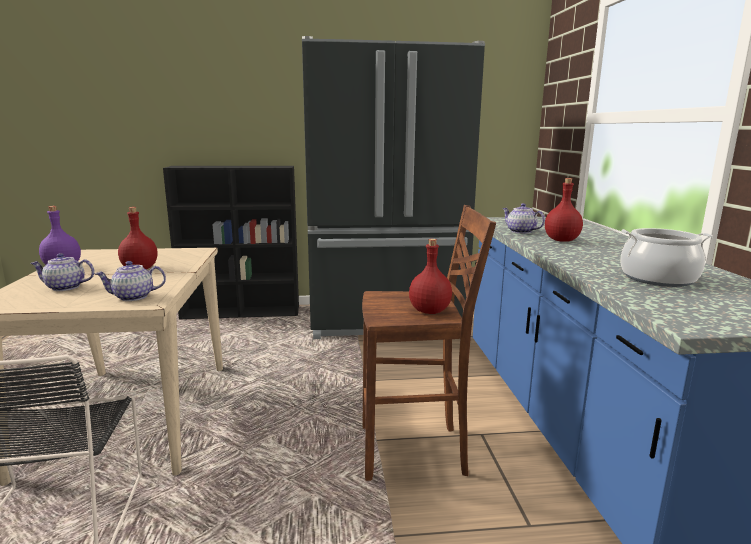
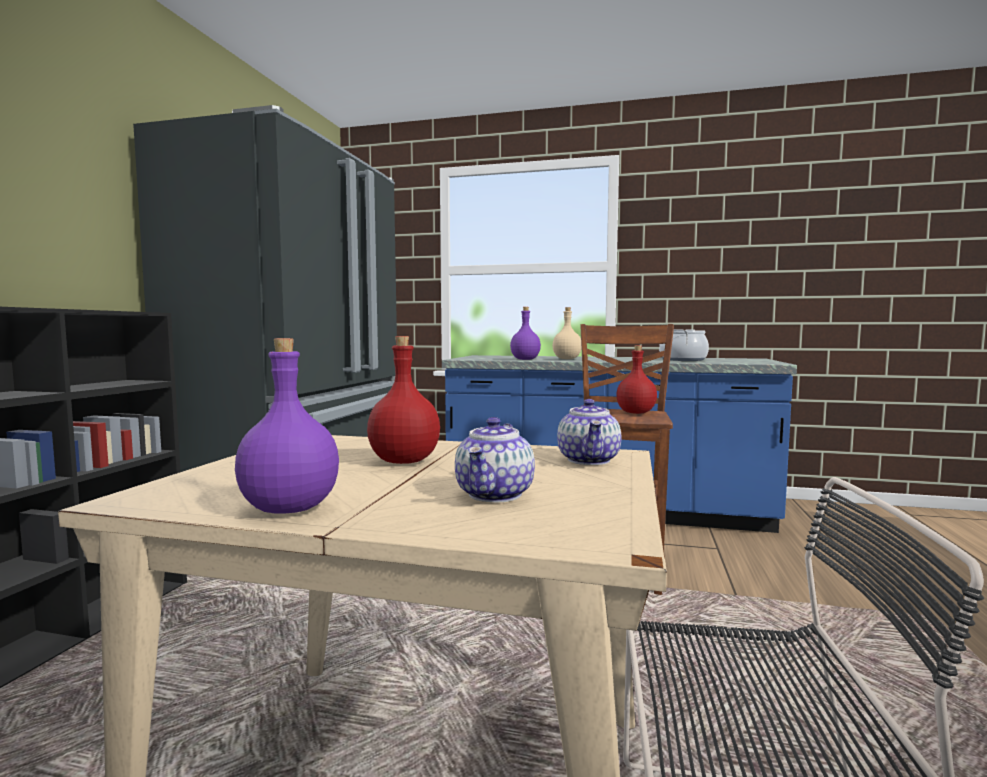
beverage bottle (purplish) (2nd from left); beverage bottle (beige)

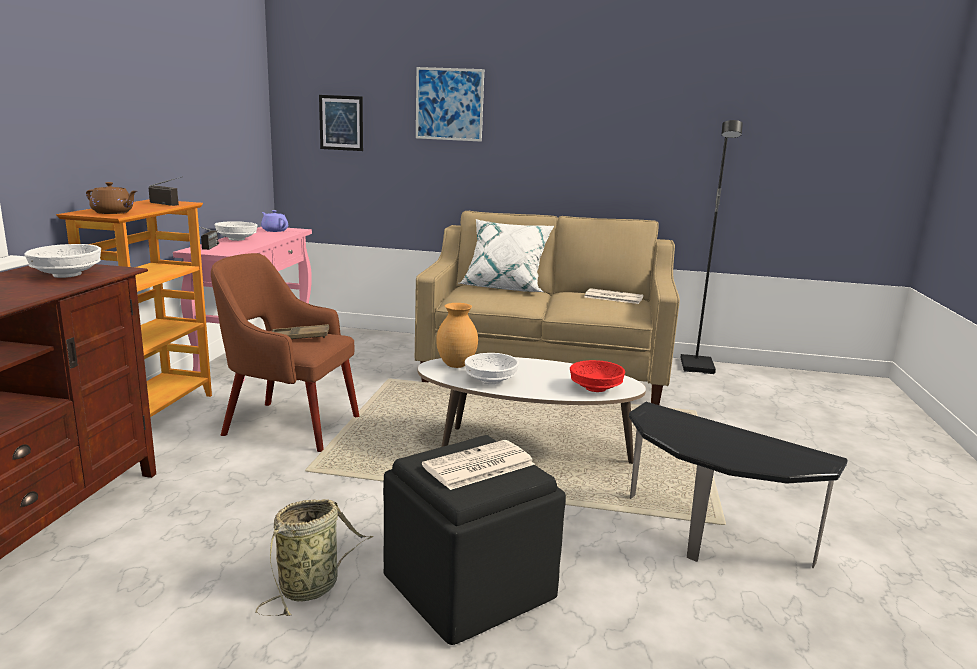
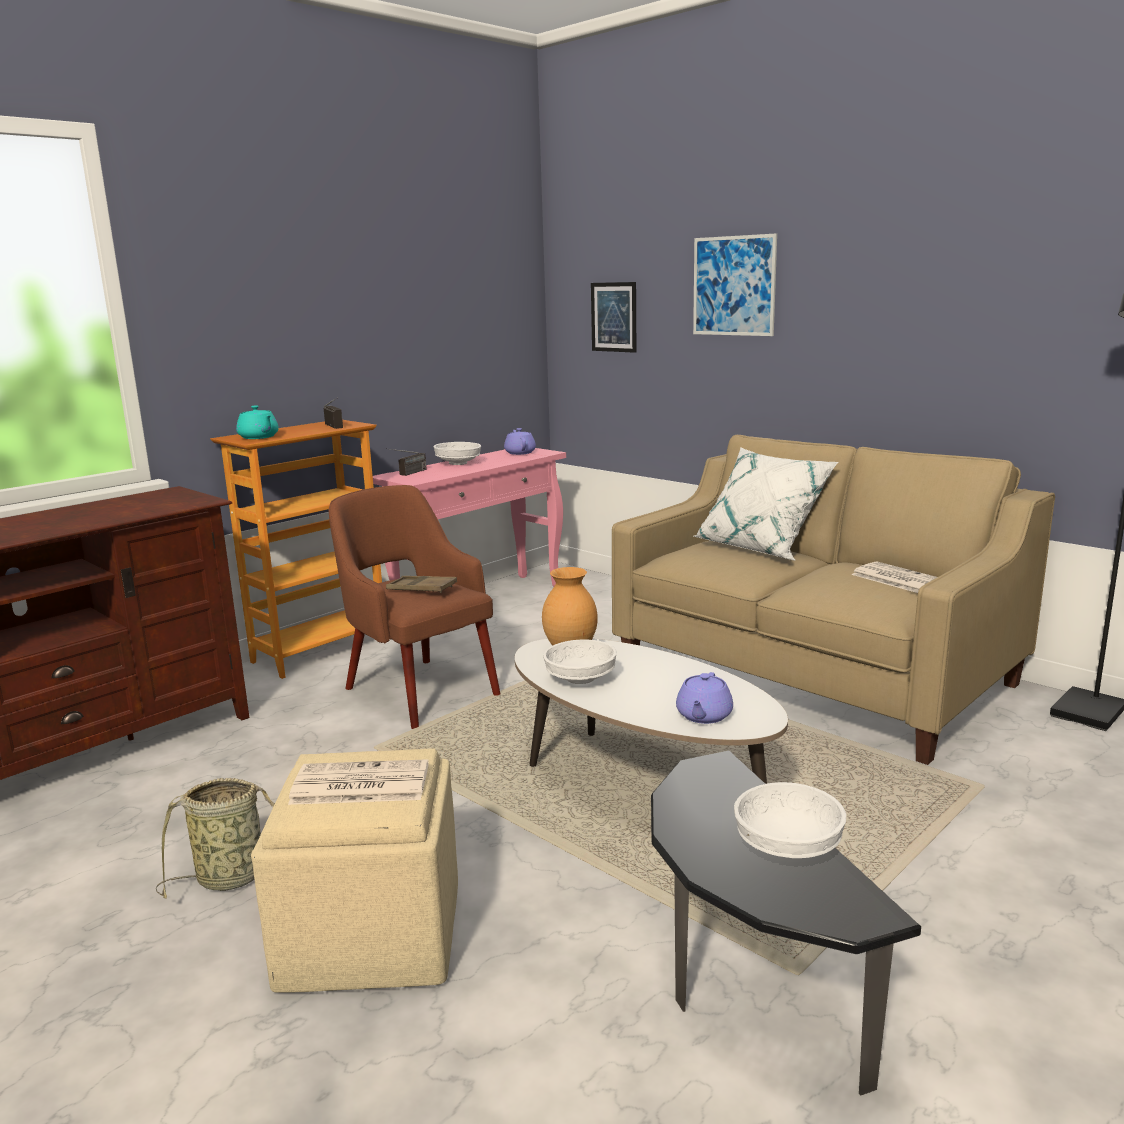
deep dish (white-coloured) (3rd from left); teapot (purplish) (2nd from left); teapot (turquoise); footrest (beige)

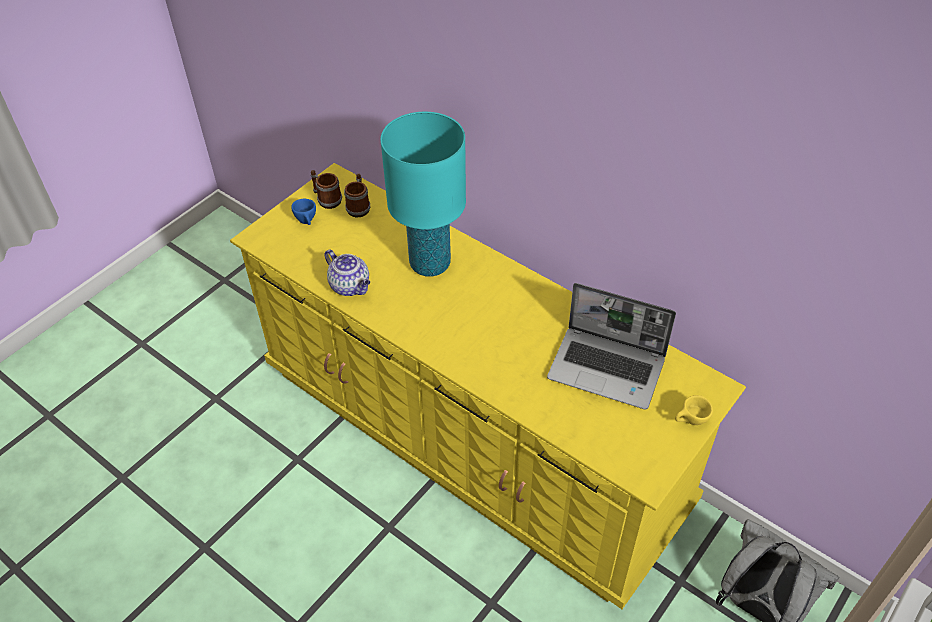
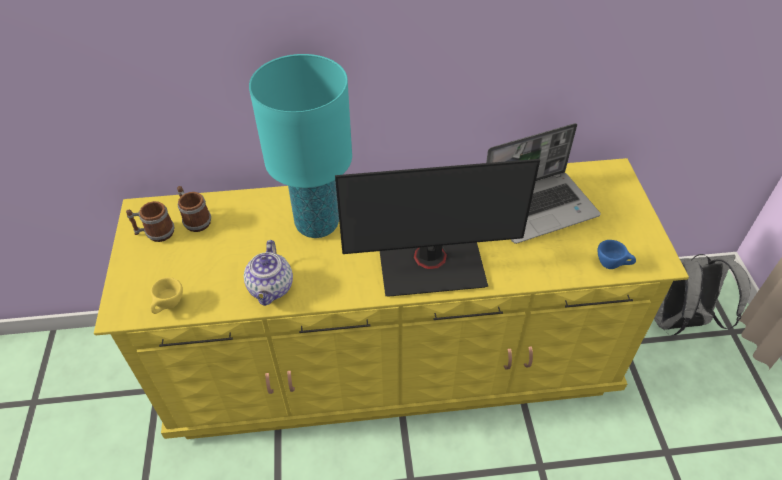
computer screen; small cup (blue-coloured); small cup (yellow-coloured); teapot

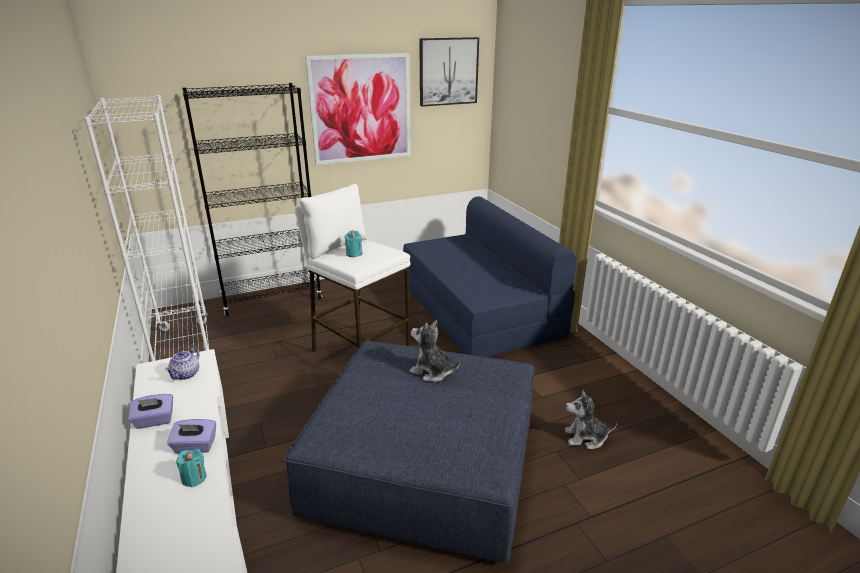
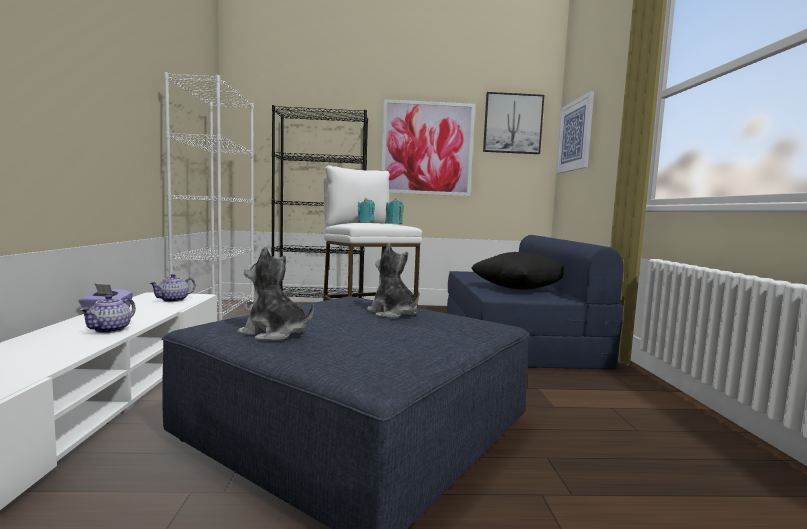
throw pillow (black); wall art (3rd from left); candle (turquoise) (2nd from left); plush toy (1st from left); teapot (1st from left)

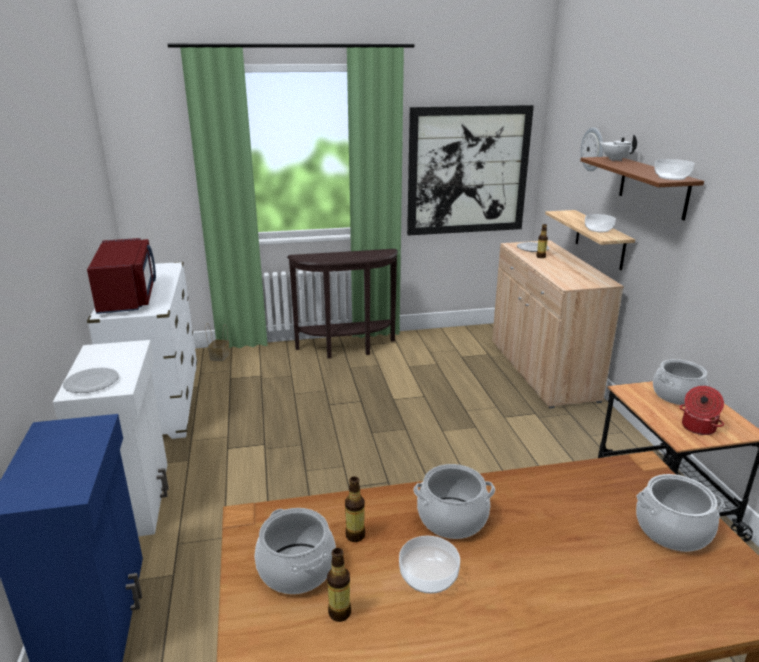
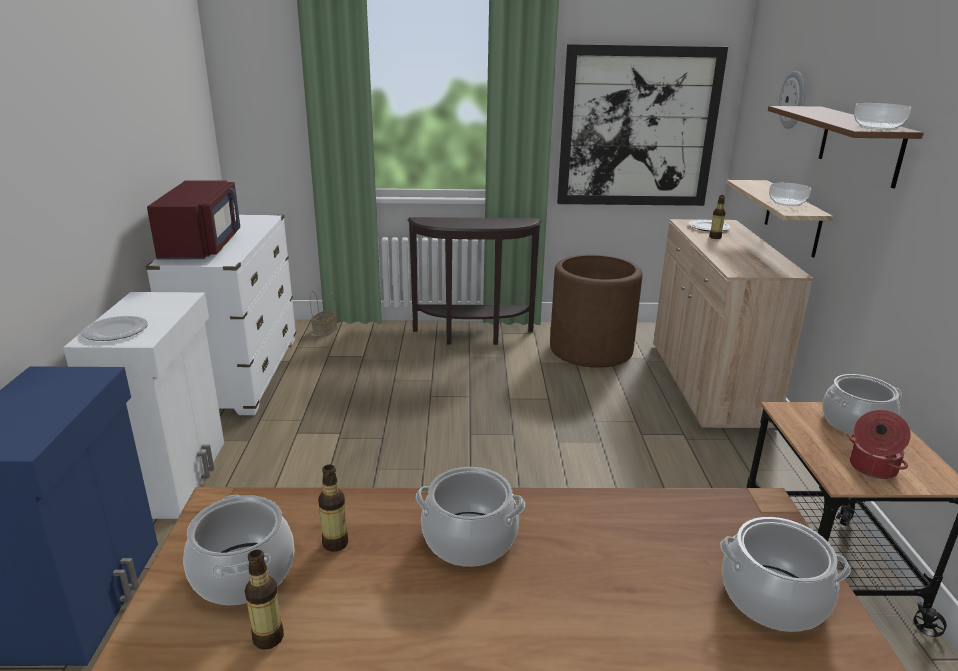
deep dish (1st from left in the first image); teapot (white-coloured); plant pot (brownish)

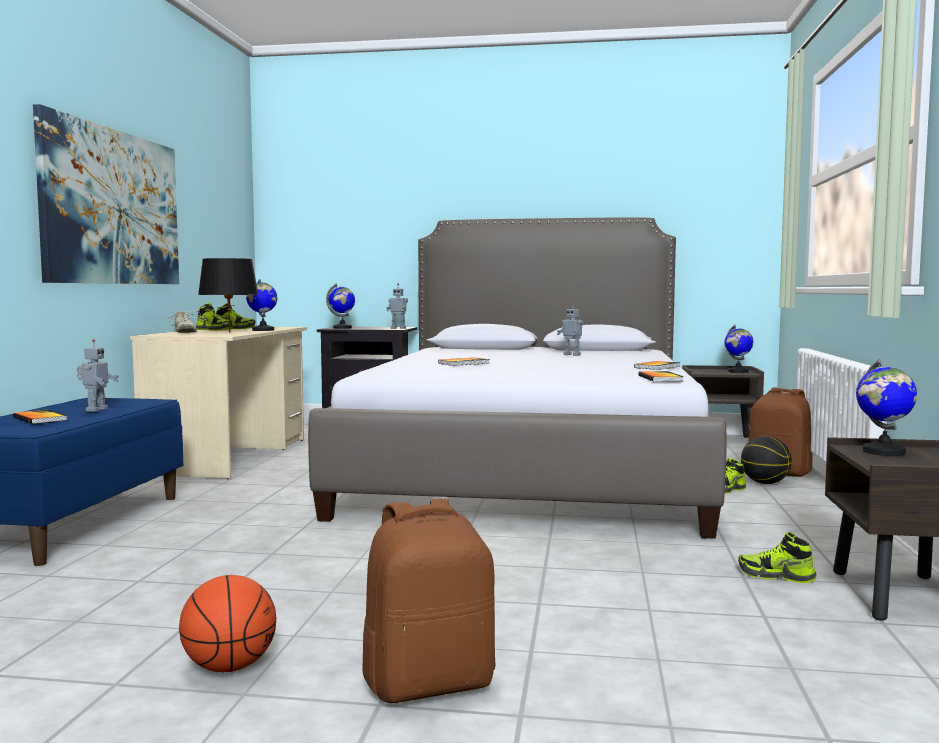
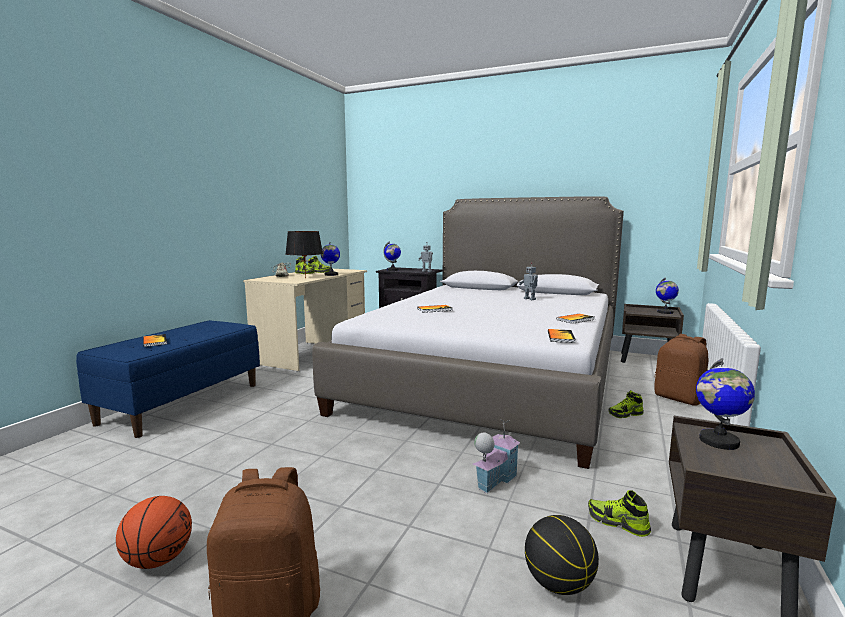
wall art; model robot (1st from left in the first image); toy house; basketball (2nd from left)

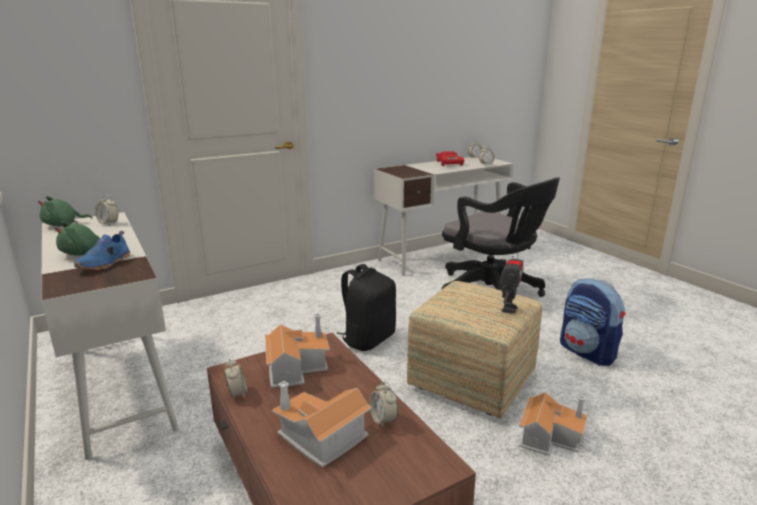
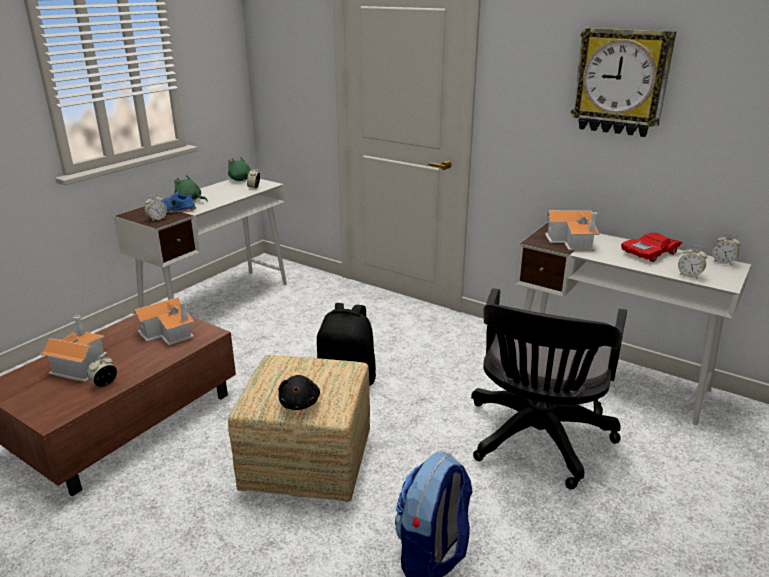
hanging clock; bedside clock (2nd from left); toy house (3rd from left); plush toy (black)

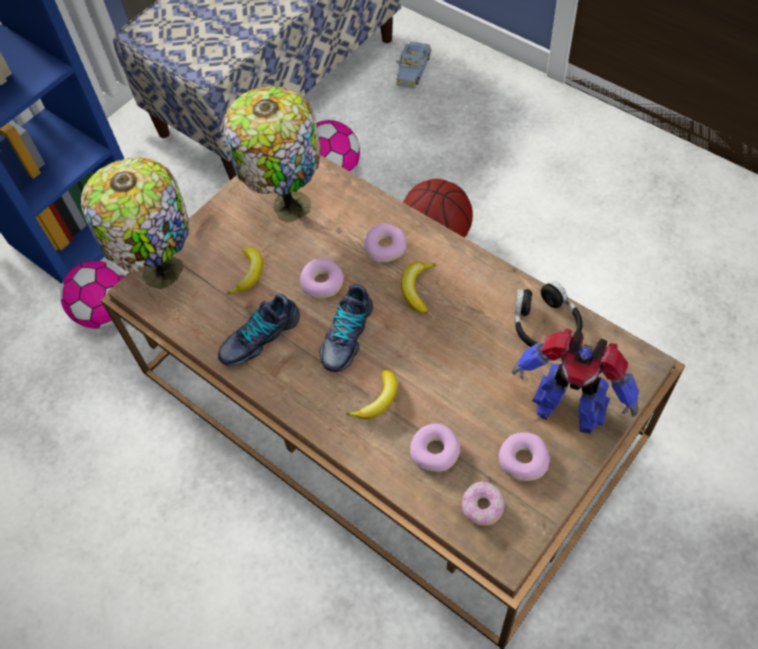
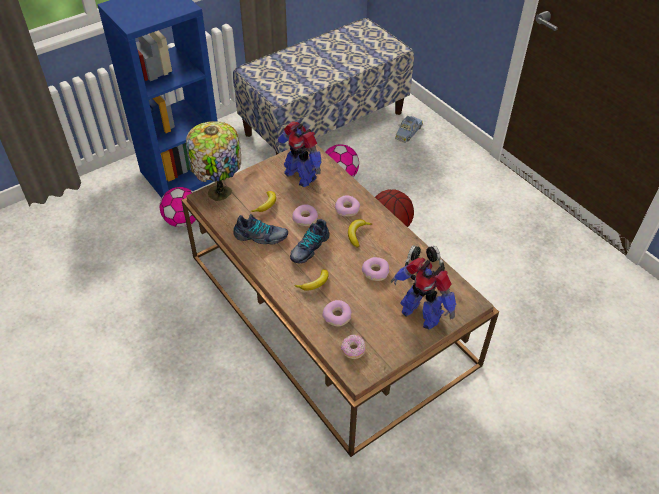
doughnut (5th from left); model robot (1st from left); item of footwear (1st from left)

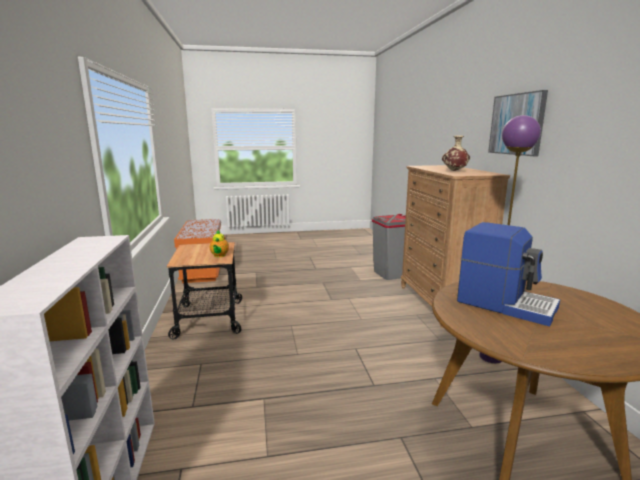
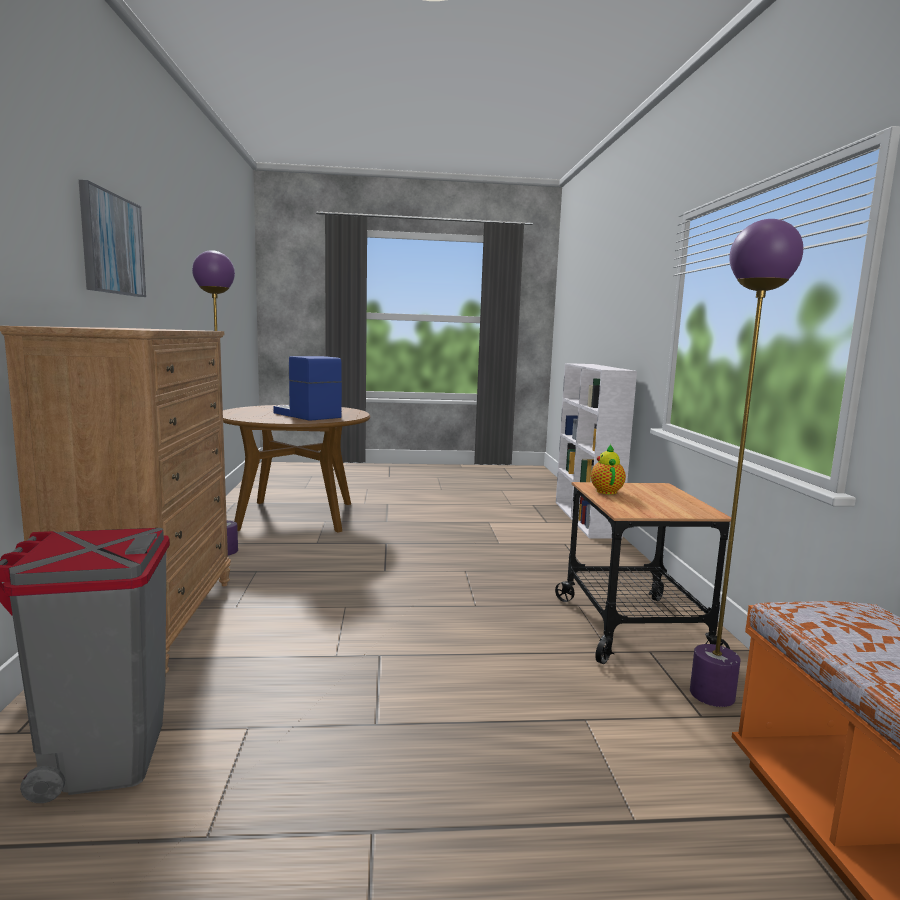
decorative vase (beige); standing lamp (purplish) (2nd from left)

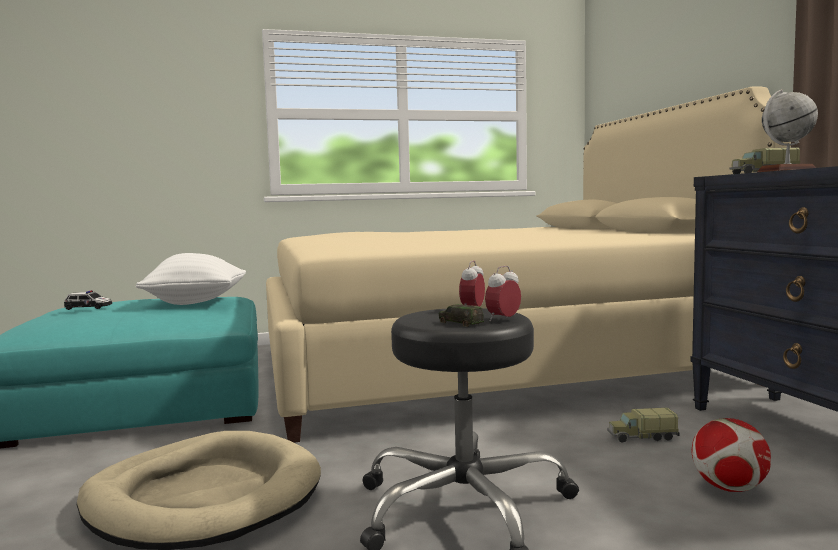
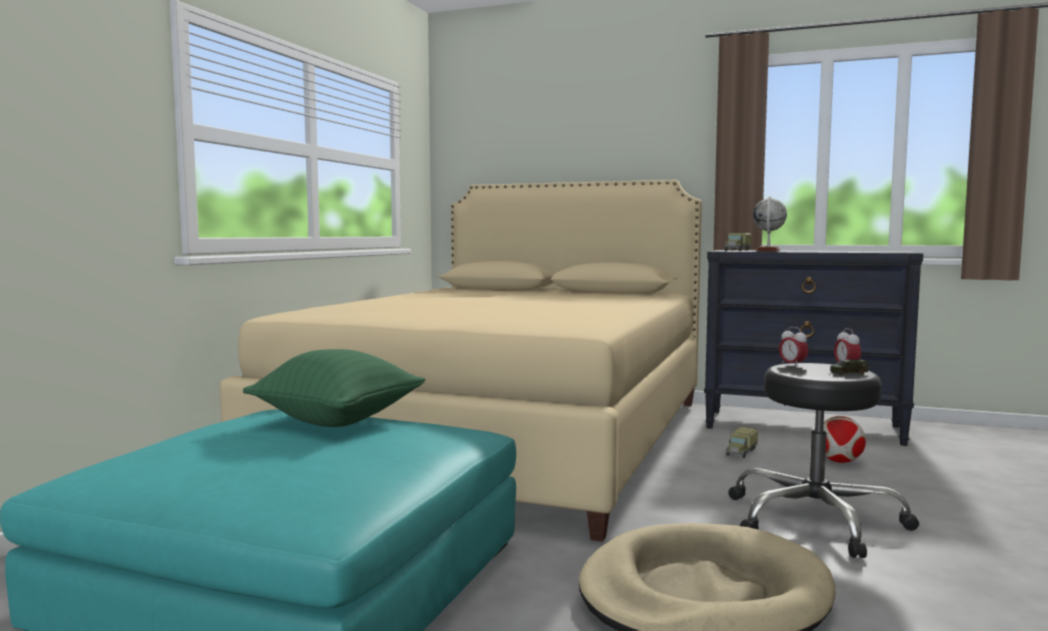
toy car (1st from left in the first image); throw pillow (greenish)

